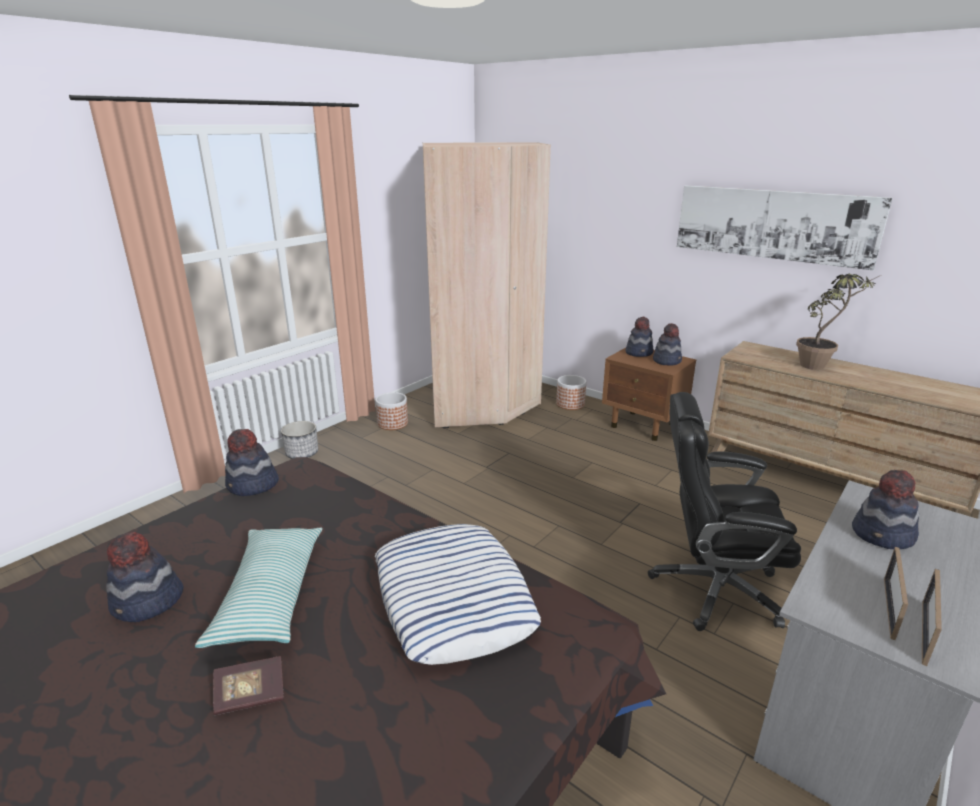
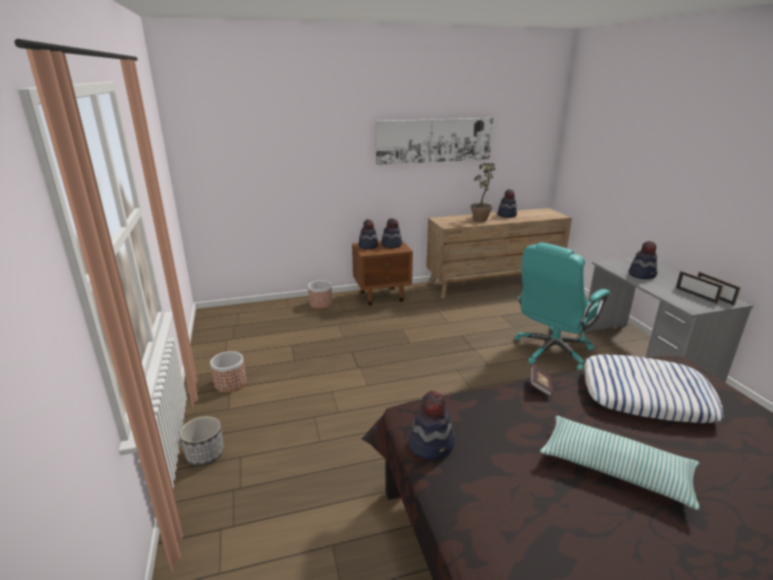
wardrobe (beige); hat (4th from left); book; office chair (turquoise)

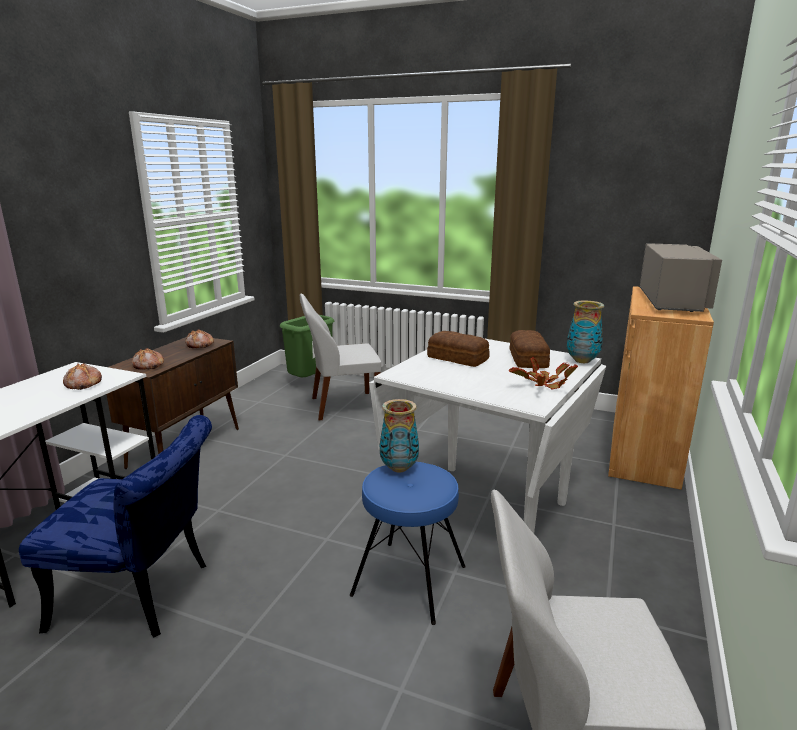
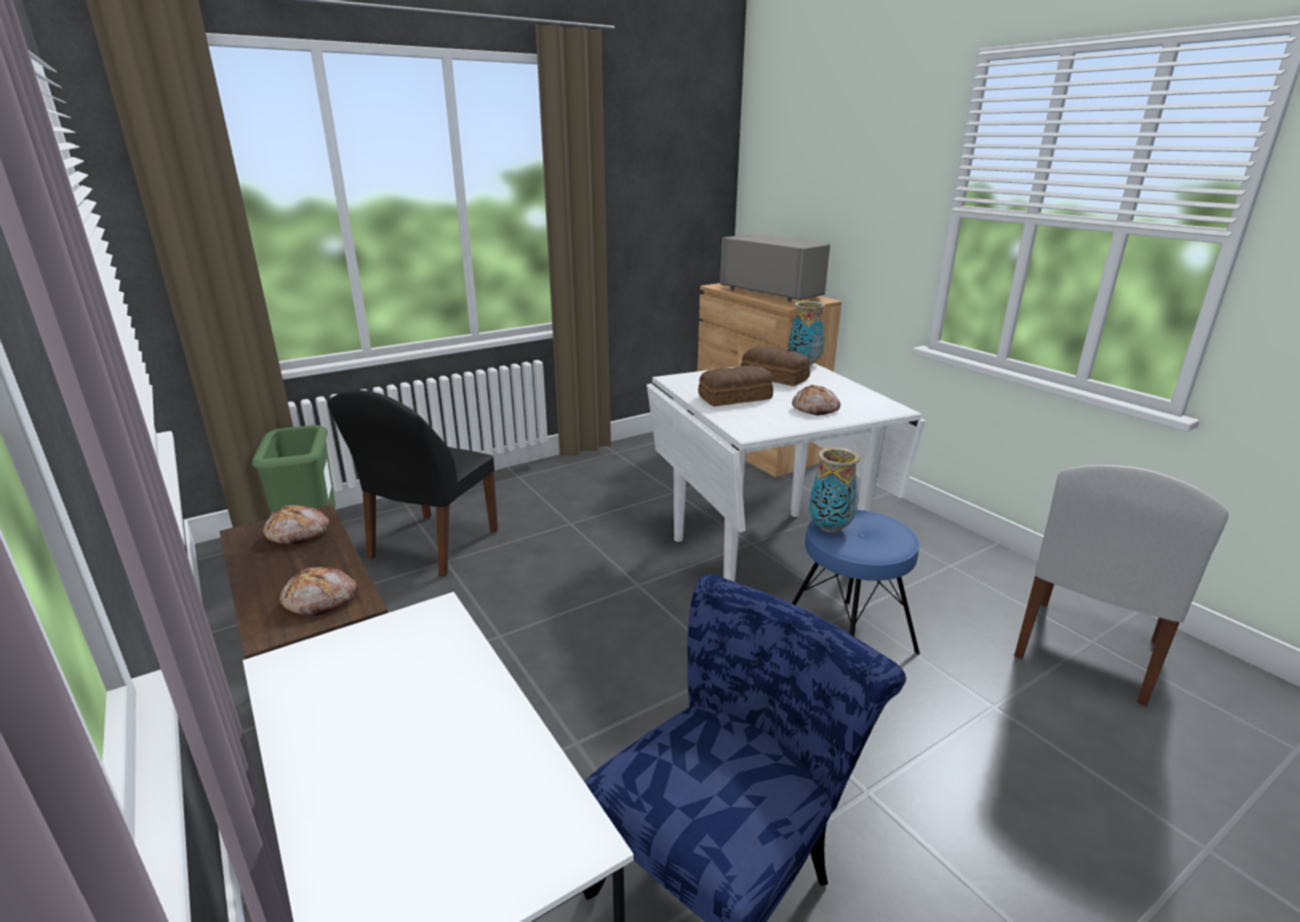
plant in a pot; bread (5th from left); upright chair (black)

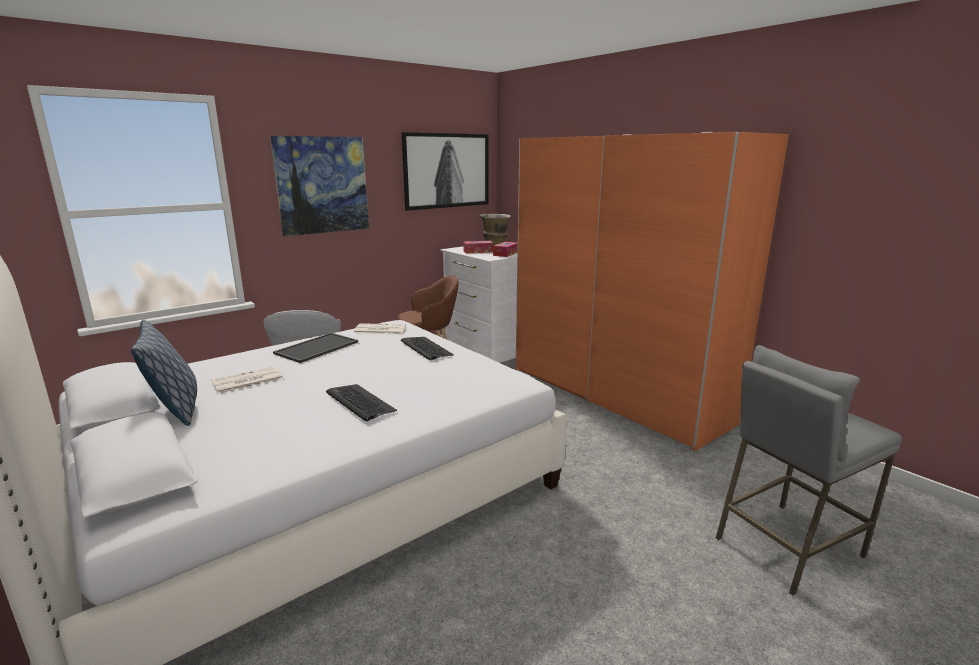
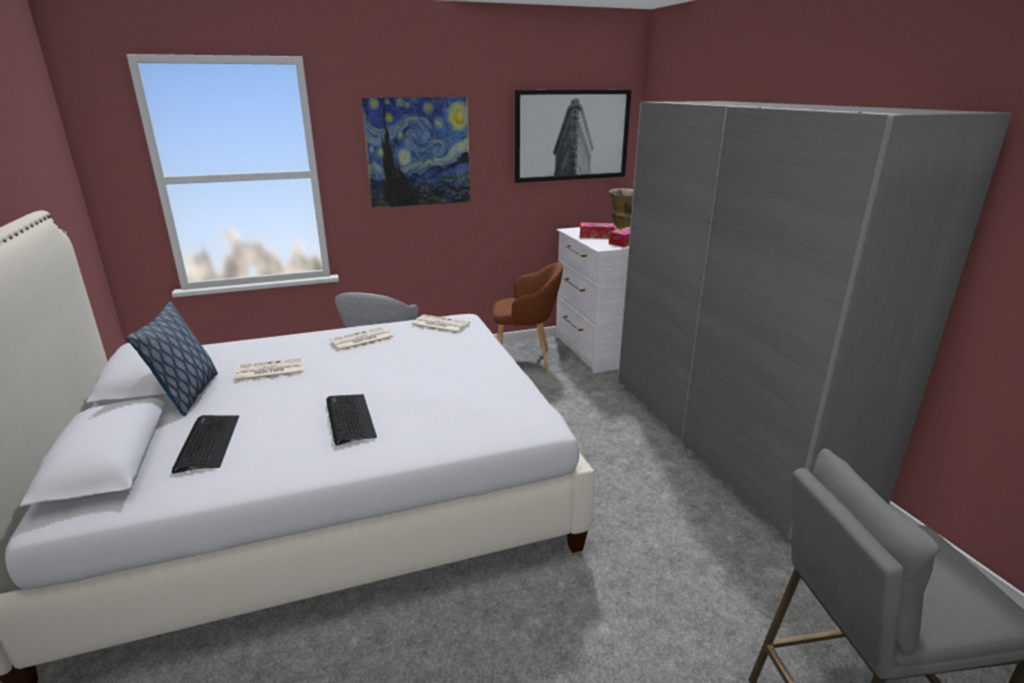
computer keyboard (1st from left); daily paper (2nd from left); wardrobe (gray)

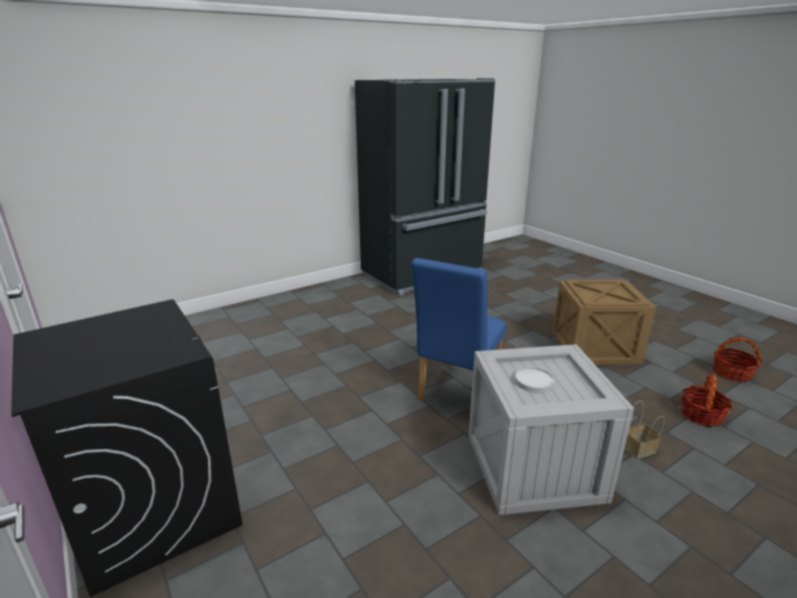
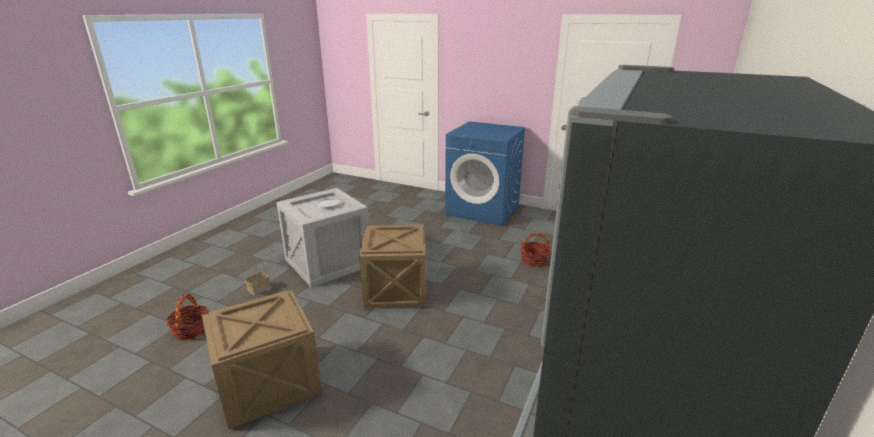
household basket (3rd from left); packing crate (3rd from left); laundry machine (blue-coloured)

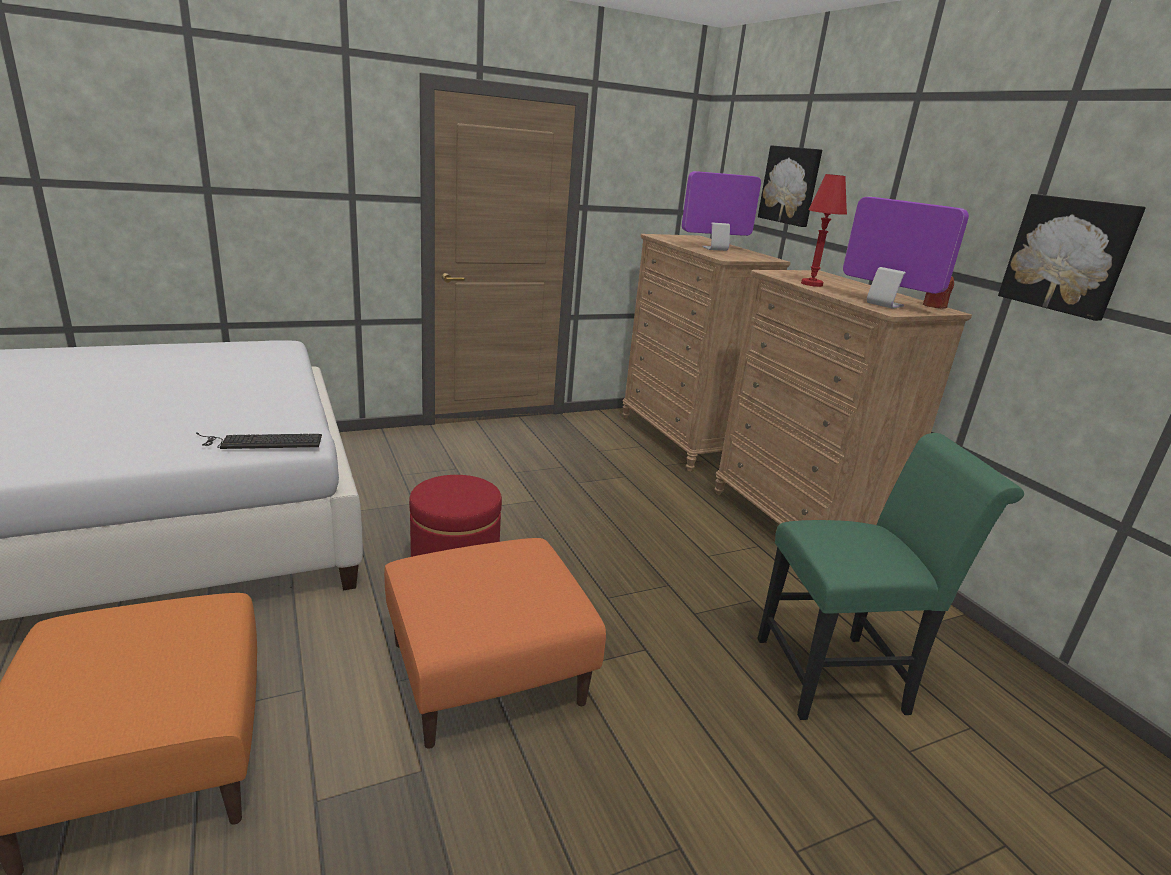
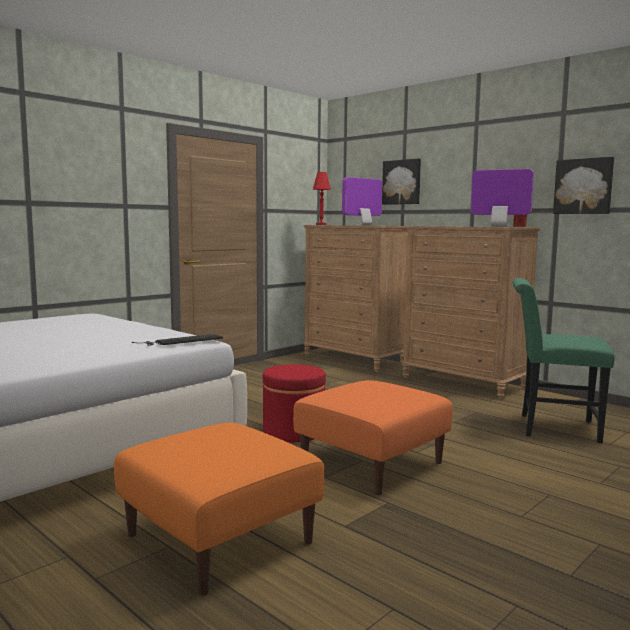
lamp for a table (red-coloured); upright chair (greenish)

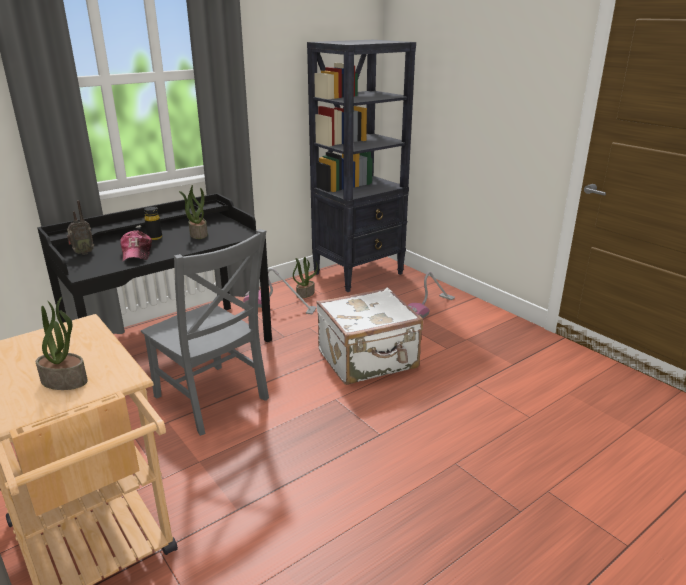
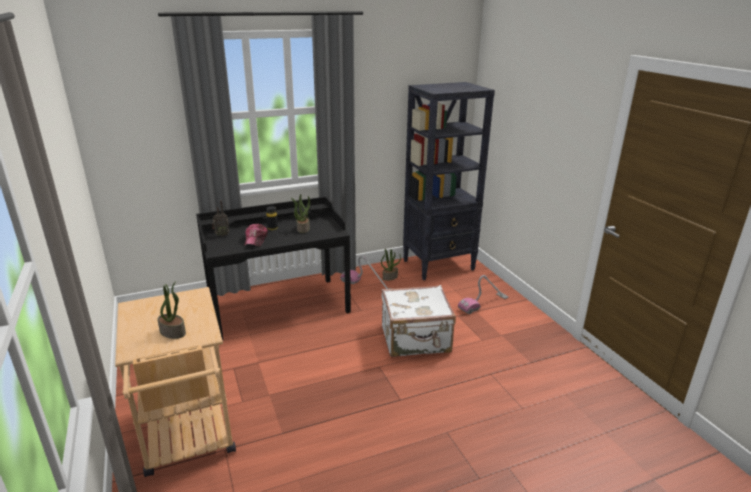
upright chair (gray)

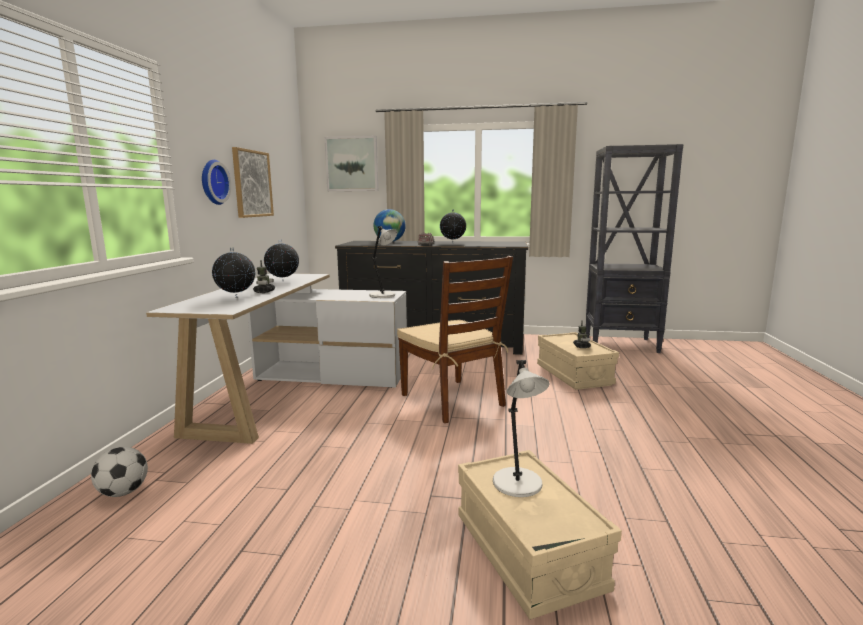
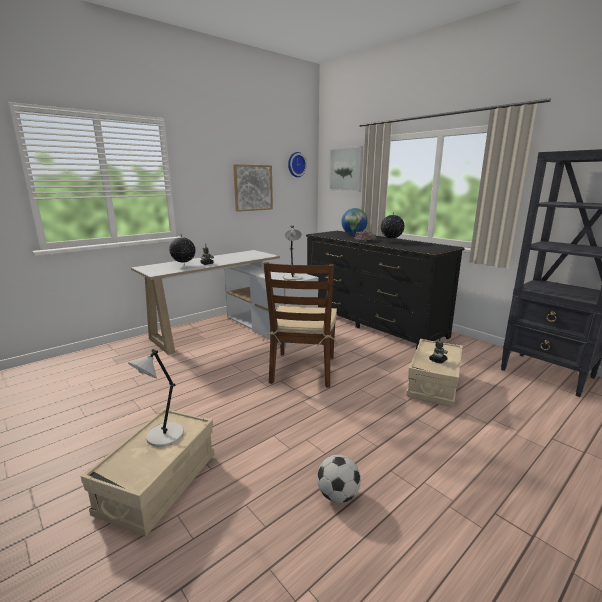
world globe (2nd from left in the first image); football; hanging clock

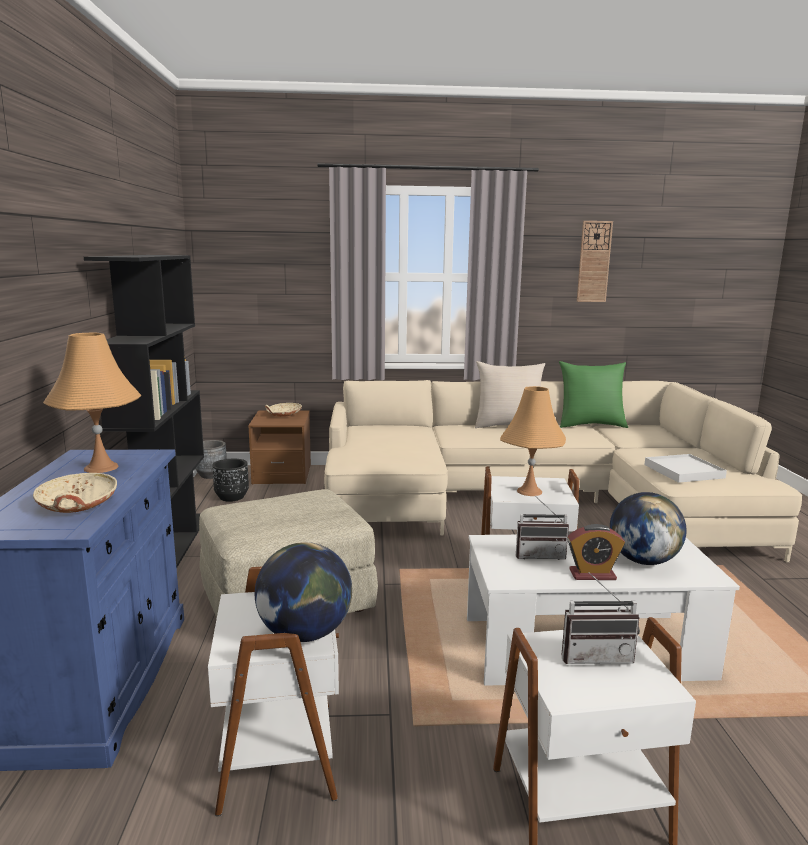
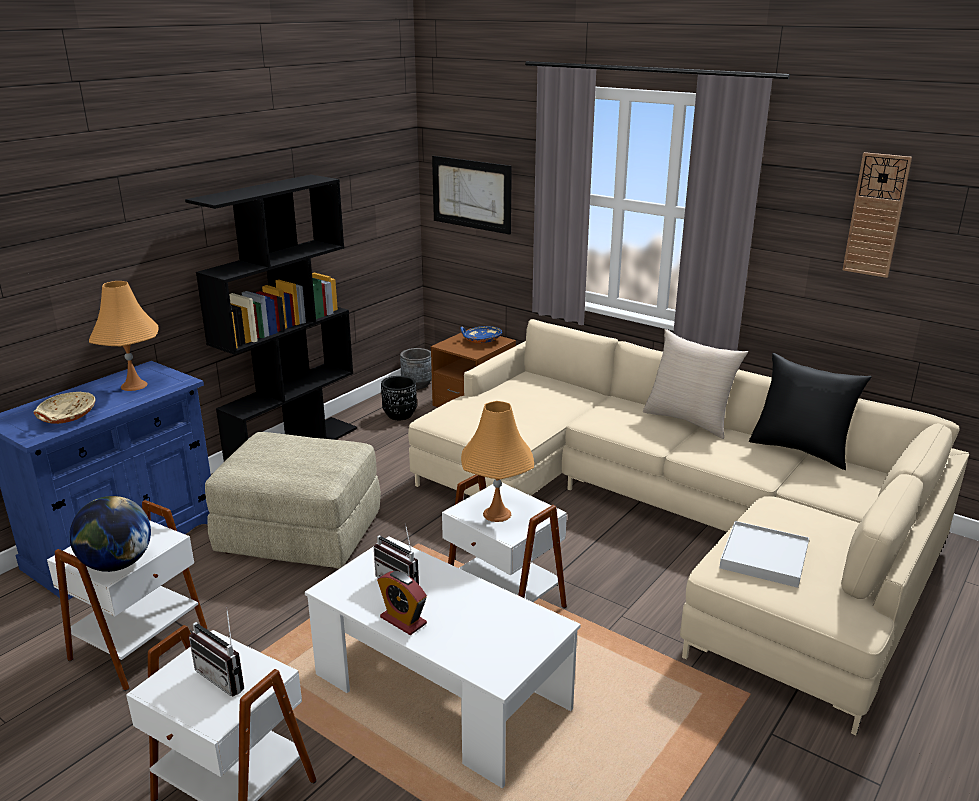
world globe (2nd from left in the first image); wall art; deep dish (blue-coloured); throw pillow (black)

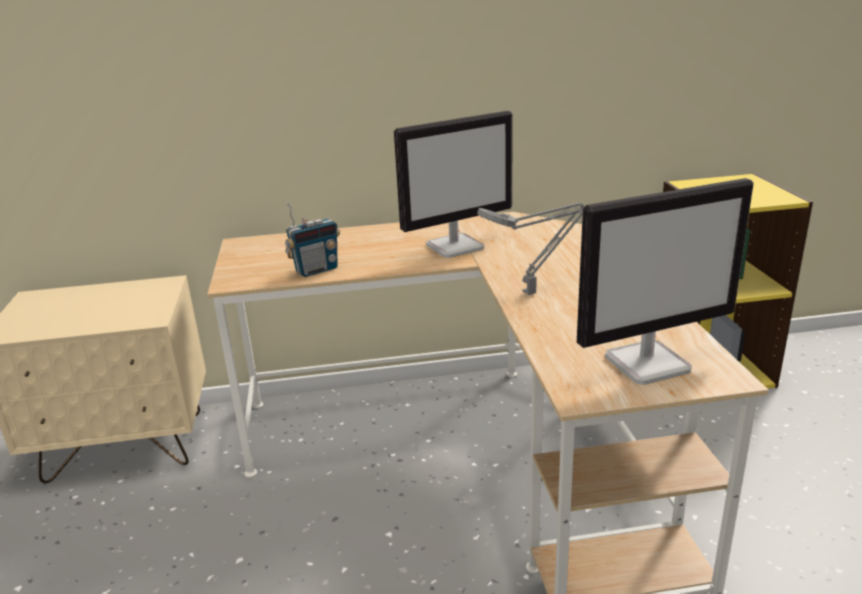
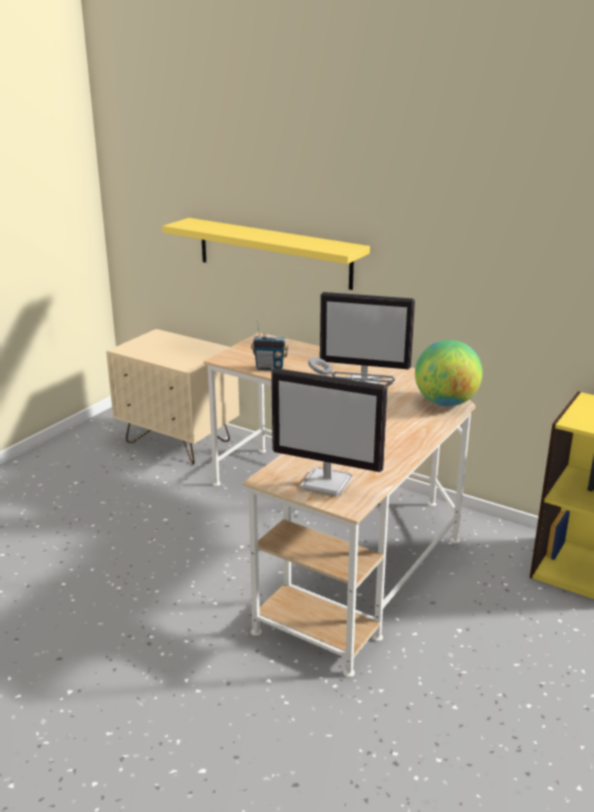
bracket shelf (yellow-coloured); world globe

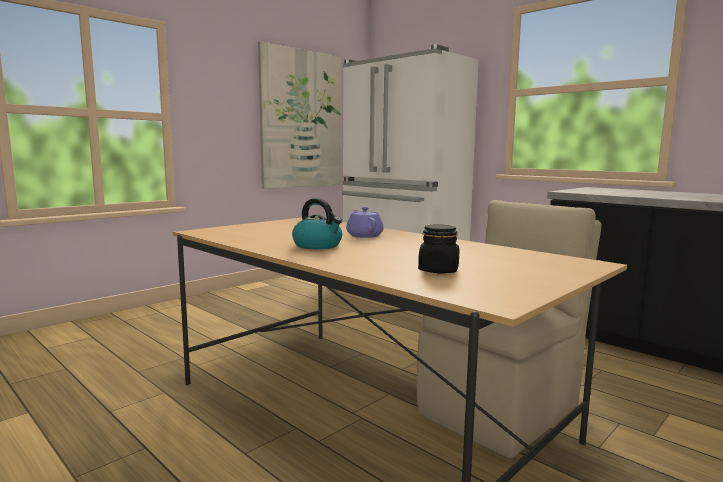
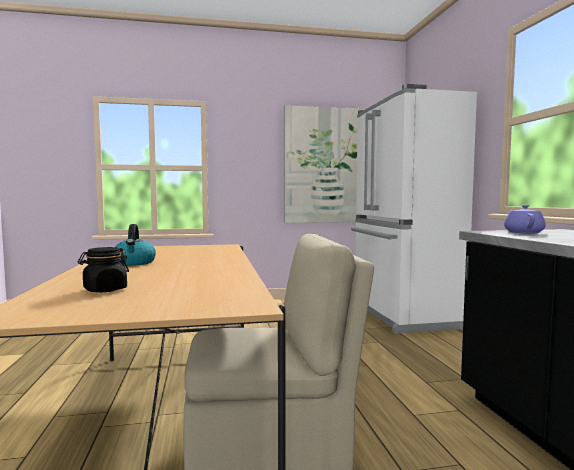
teapot (purplish)

